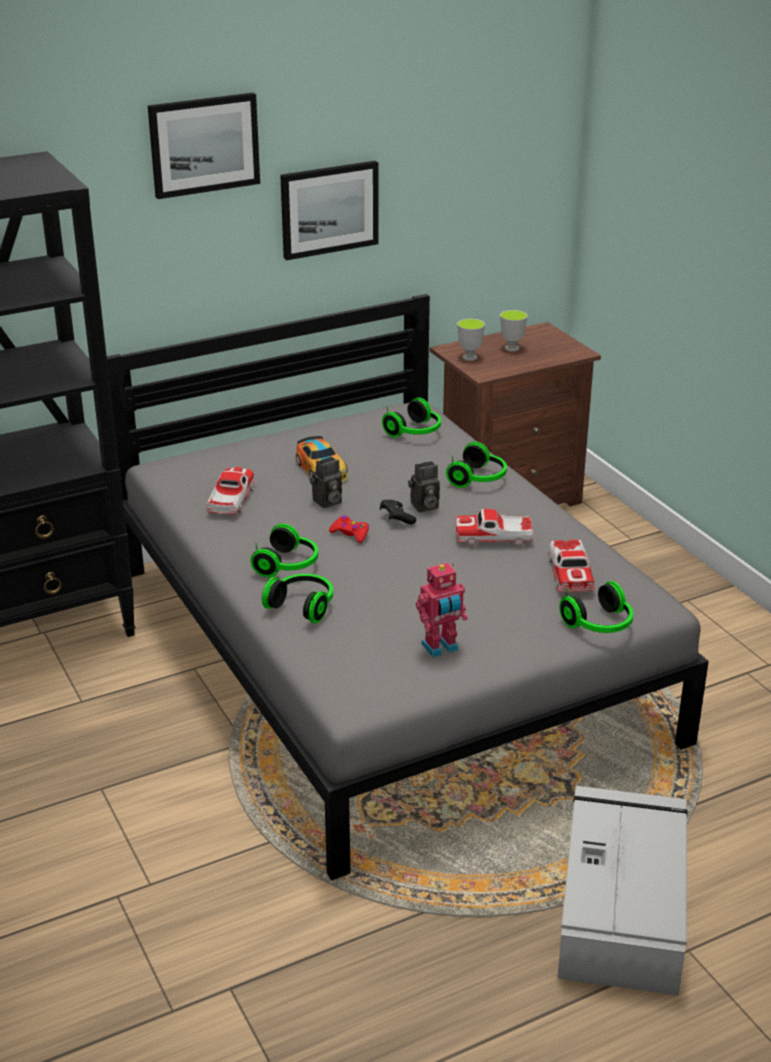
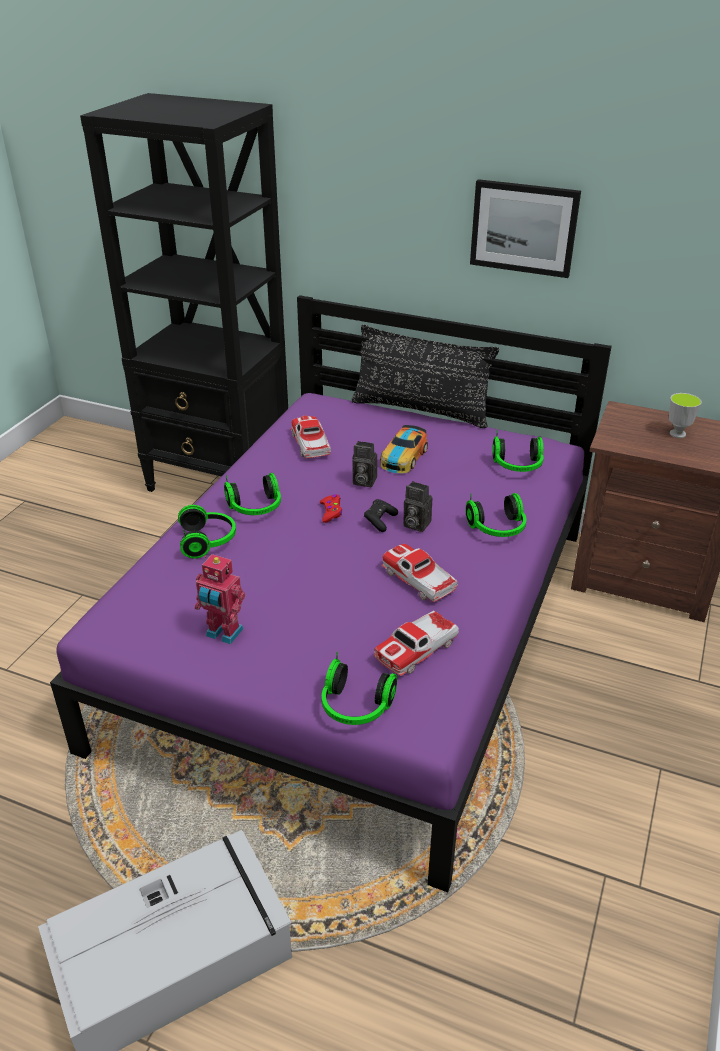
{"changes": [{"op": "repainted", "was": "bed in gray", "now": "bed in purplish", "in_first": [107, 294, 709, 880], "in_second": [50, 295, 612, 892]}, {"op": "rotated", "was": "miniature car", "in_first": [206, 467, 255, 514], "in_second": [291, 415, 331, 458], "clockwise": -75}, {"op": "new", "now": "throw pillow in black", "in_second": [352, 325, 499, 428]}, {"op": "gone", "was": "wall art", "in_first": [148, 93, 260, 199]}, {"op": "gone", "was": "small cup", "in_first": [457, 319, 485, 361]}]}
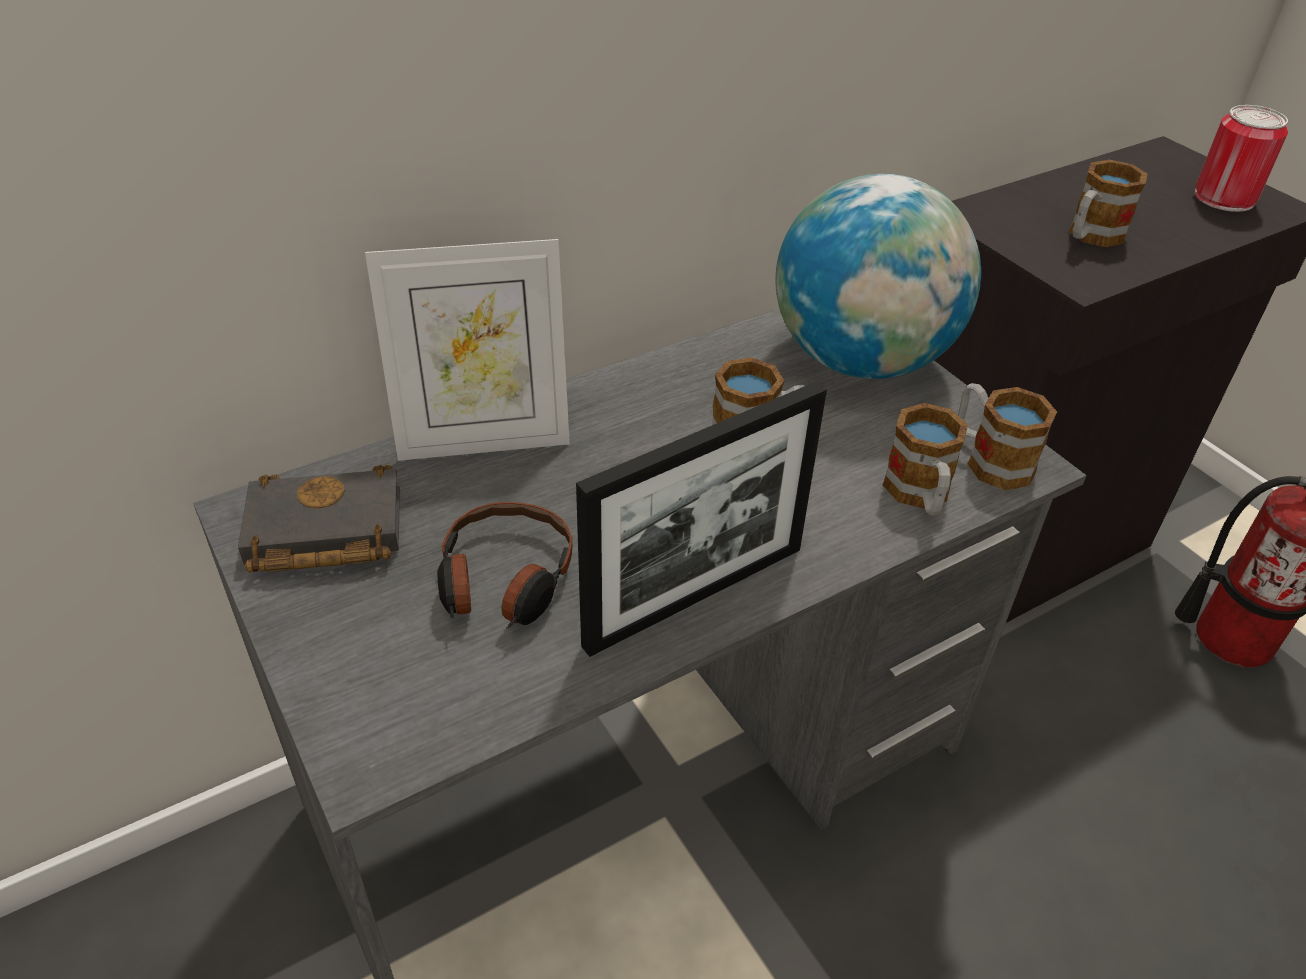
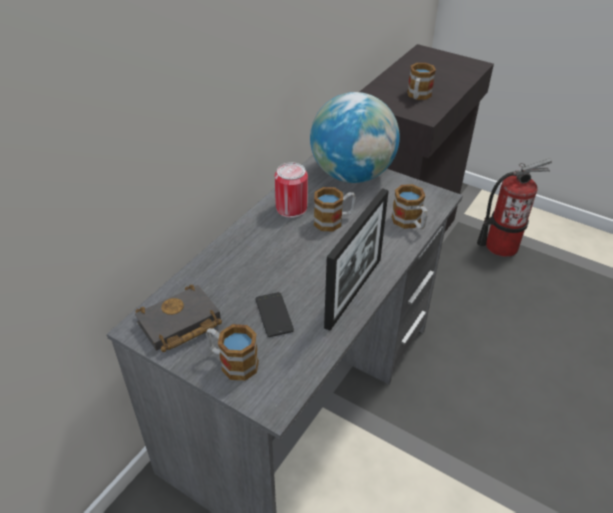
{"changes": [{"op": "shifted", "was": "coffee mug", "in_first": [958, 383, 1057, 490], "in_second": [206, 324, 259, 381]}, {"op": "swapped", "was": "headphones", "now": "phone", "in_first": [437, 502, 572, 629], "in_second": [255, 292, 294, 337]}, {"op": "shifted", "was": "can", "in_first": [1195, 105, 1288, 212], "in_second": [275, 162, 308, 218]}, {"op": "gone", "was": "picture frame", "in_first": [365, 239, 570, 461]}]}
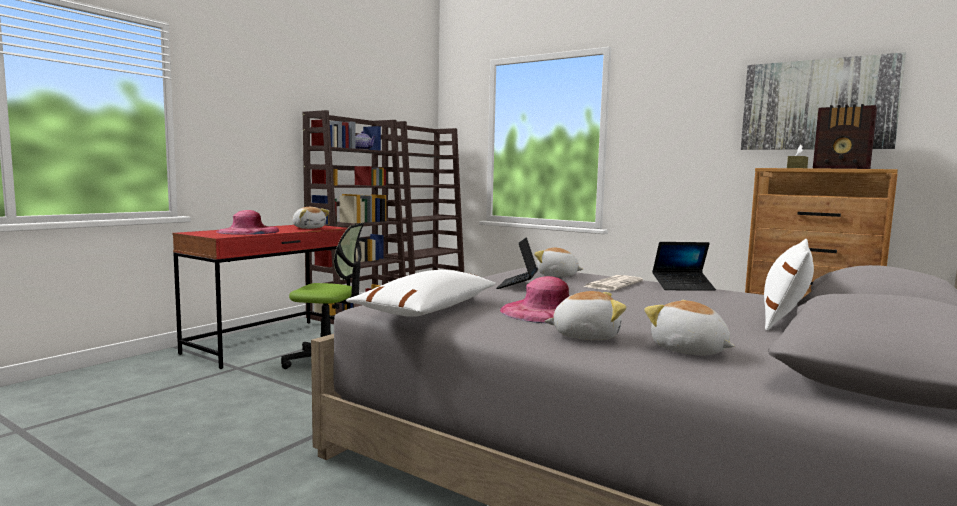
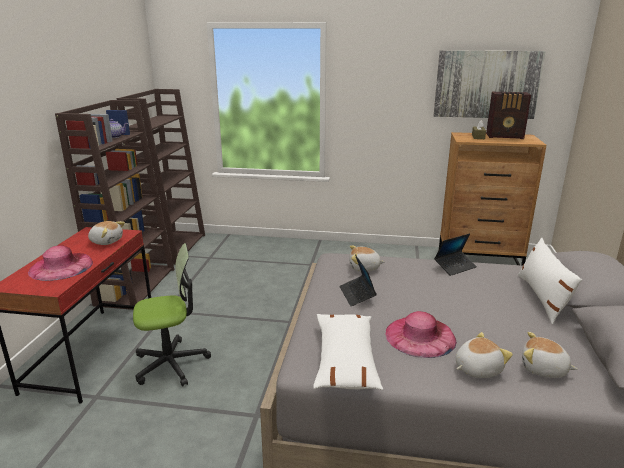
{"changes": [{"op": "gone", "was": "daily paper", "in_first": [583, 275, 643, 290]}]}
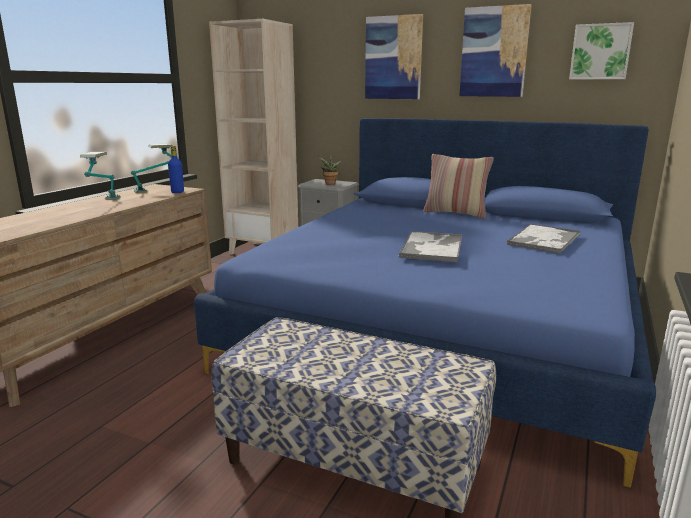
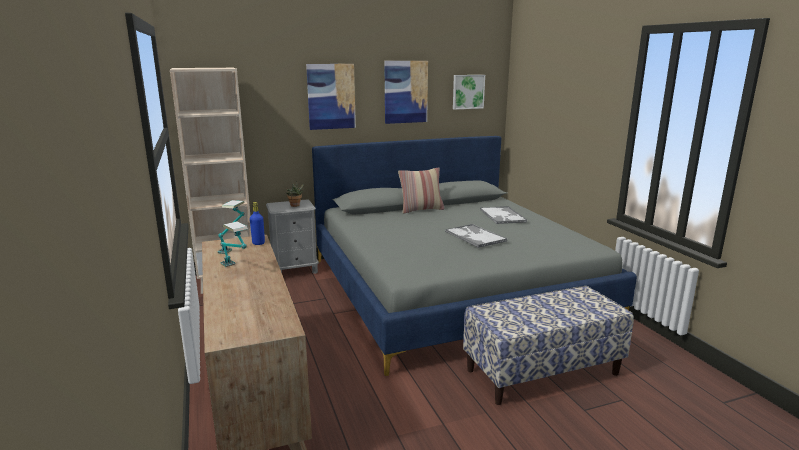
{"changes": [{"op": "repainted", "was": "bed in blue", "now": "bed in gray", "in_first": [194, 118, 656, 488], "in_second": [312, 136, 637, 376]}]}
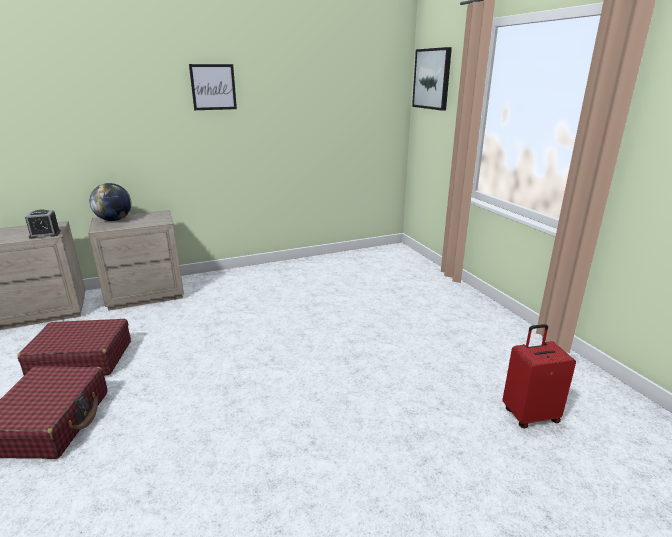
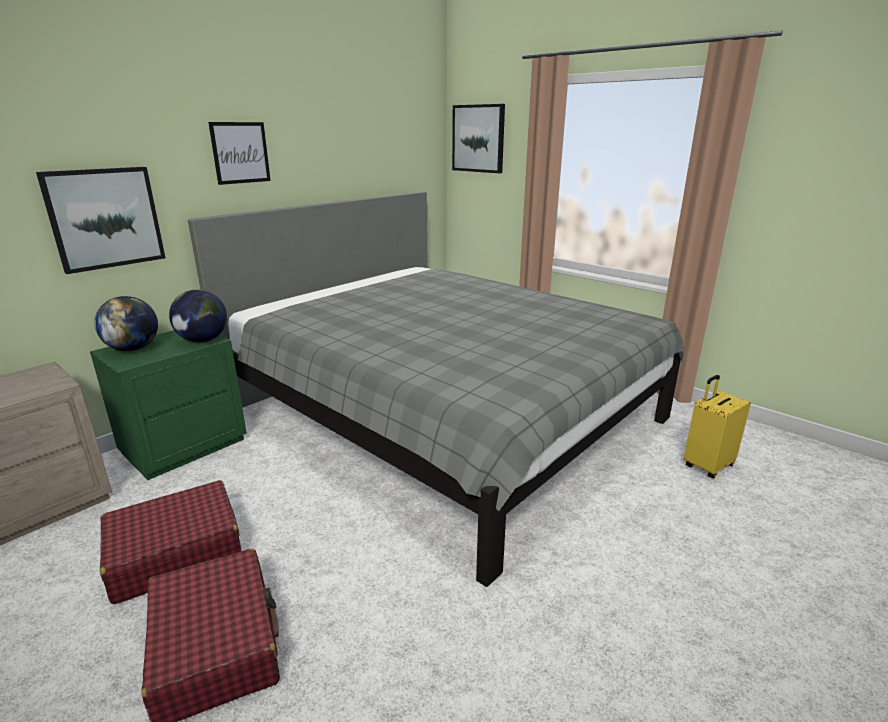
{"changes": [{"op": "new", "now": "wall art", "in_second": [36, 167, 165, 274]}, {"op": "repainted", "was": "nightstand in beige", "now": "nightstand in greenish", "in_first": [88, 210, 184, 311], "in_second": [90, 330, 247, 480]}, {"op": "new", "now": "globe", "in_second": [169, 289, 227, 342]}, {"op": "new", "now": "bed in gray", "in_second": [188, 191, 684, 587]}, {"op": "repainted", "was": "travel case in red", "now": "travel case in yellow-coloured", "in_first": [503, 324, 576, 429], "in_second": [683, 375, 751, 479]}, {"op": "gone", "was": "bedside clock", "in_first": [25, 210, 61, 239]}]}
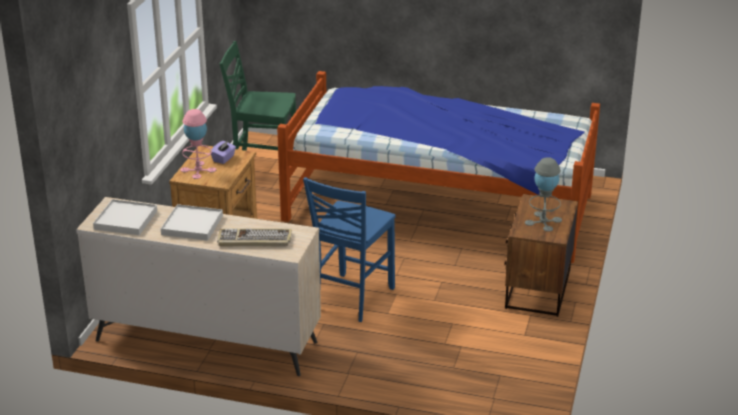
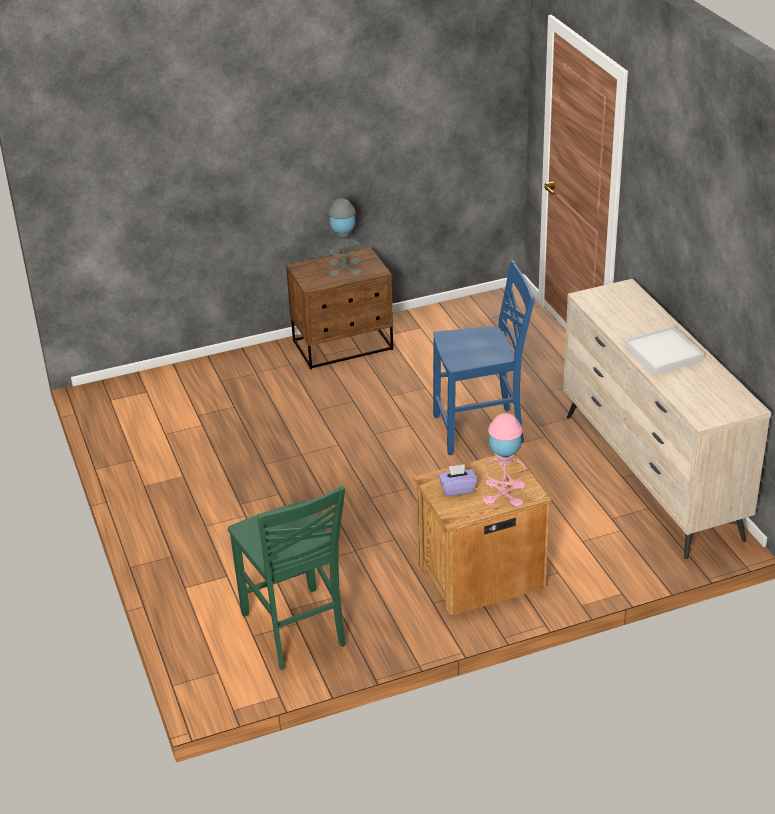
{"changes": [{"op": "gone", "was": "tray in white-coloured", "in_first": [93, 199, 157, 235]}, {"op": "gone", "was": "keyboard", "in_first": [217, 228, 292, 246]}, {"op": "gone", "was": "bed", "in_first": [277, 71, 600, 263]}]}
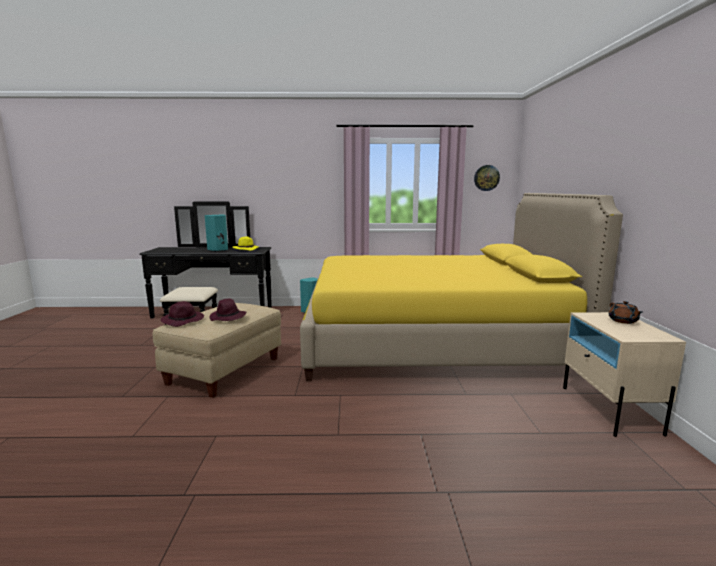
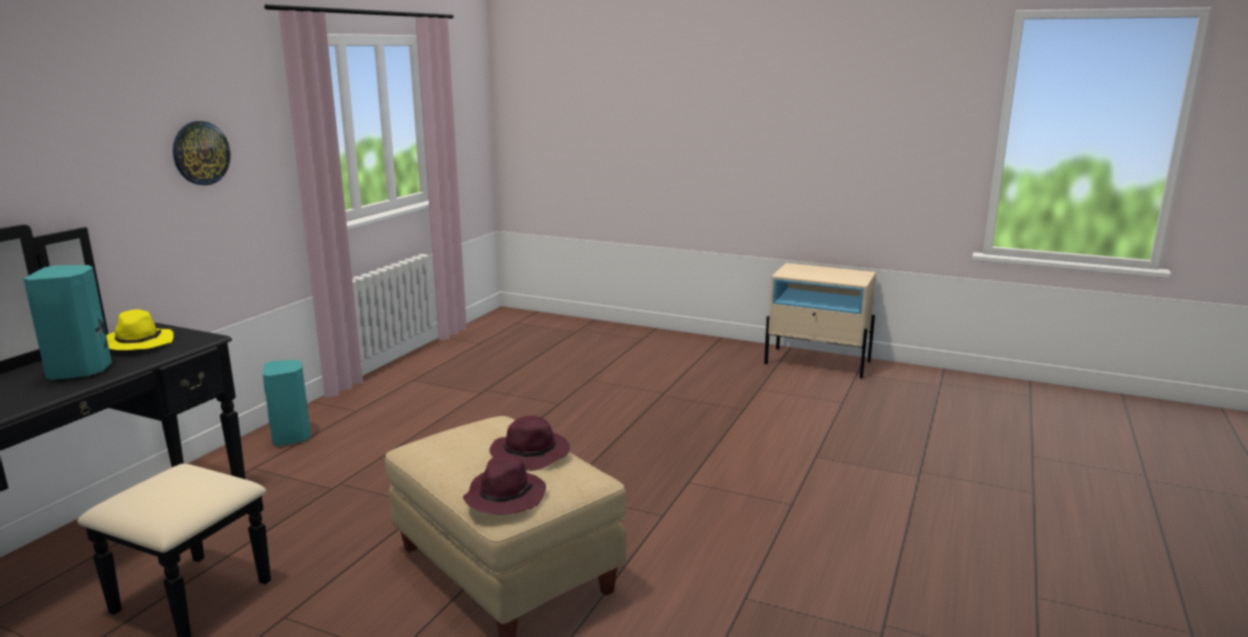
{"changes": [{"op": "shifted", "was": "wall clock", "in_first": [474, 165, 500, 191], "in_second": [173, 121, 231, 185]}, {"op": "gone", "was": "bed in yellow-coloured", "in_first": [300, 193, 623, 381]}, {"op": "gone", "was": "teapot in brown", "in_first": [609, 301, 642, 324]}]}
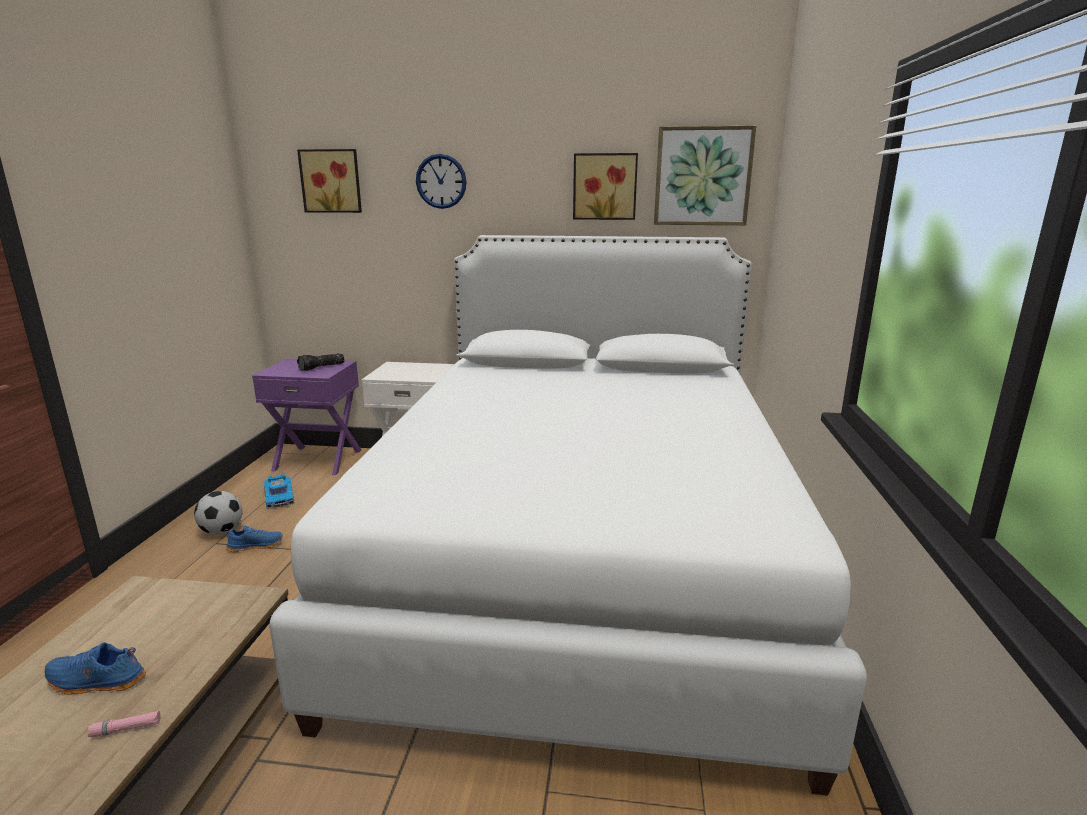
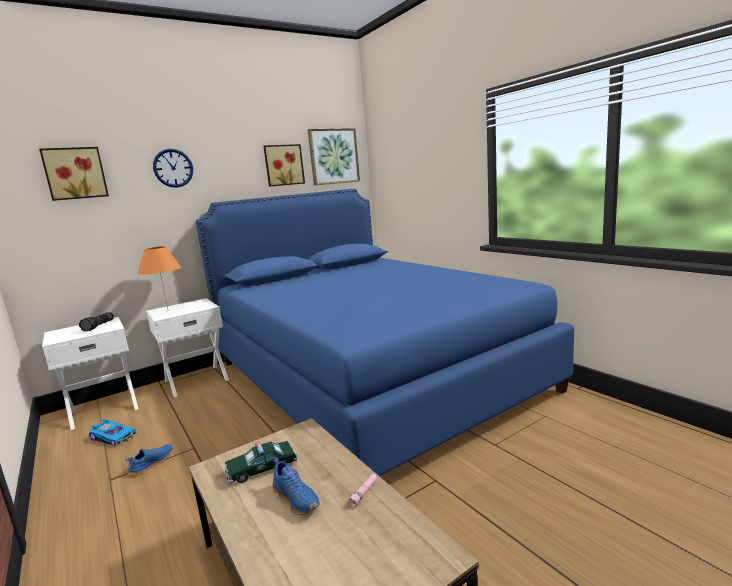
{"changes": [{"op": "repainted", "was": "nightstand in purplish", "now": "nightstand in white-coloured", "in_first": [252, 358, 361, 475], "in_second": [42, 317, 138, 430]}, {"op": "new", "now": "table lamp in orange-coloured", "in_second": [137, 246, 181, 309]}, {"op": "repainted", "was": "bed in white-coloured", "now": "bed in blue", "in_first": [269, 235, 867, 796], "in_second": [196, 189, 574, 476]}, {"op": "new", "now": "miniature car", "in_second": [225, 441, 297, 484]}, {"op": "rotated", "was": "shoe in blue", "in_first": [45, 642, 146, 695], "in_second": [272, 457, 320, 515], "clockwise": -90}, {"op": "gone", "was": "football ball", "in_first": [194, 491, 243, 535]}]}
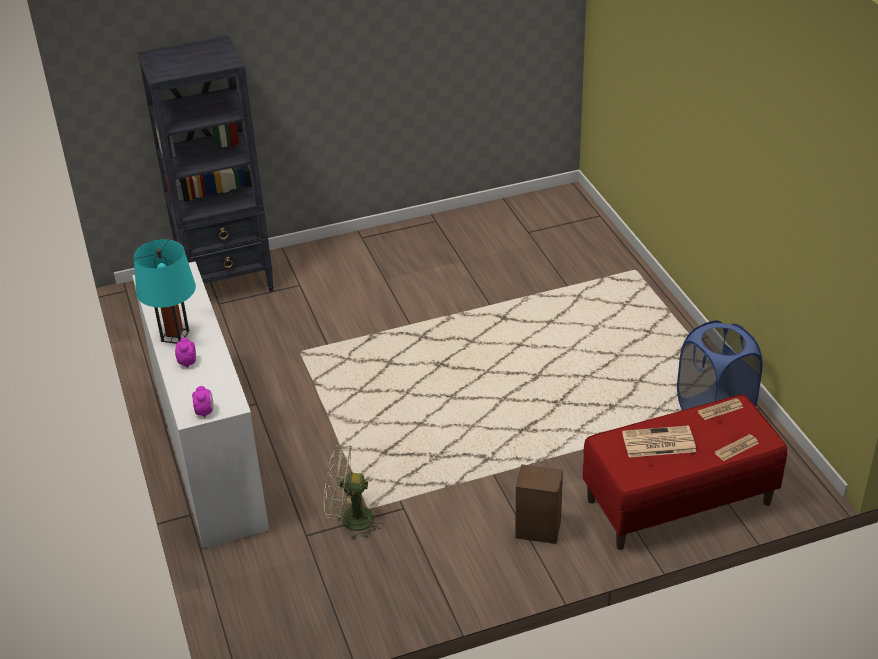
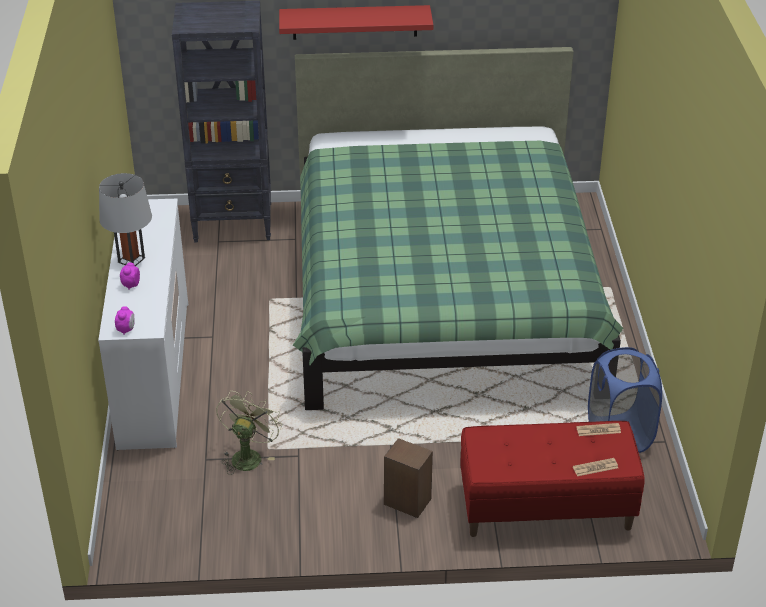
{"changes": [{"op": "repainted", "was": "table lamp in blue-green", "now": "table lamp in gray", "in_first": [134, 239, 196, 344], "in_second": [99, 173, 152, 266]}, {"op": "rotated", "was": "fan in greenish", "in_first": [324, 445, 383, 541], "in_second": [216, 391, 282, 475], "clockwise": 90}, {"op": "new", "now": "bracket shelf in red", "in_second": [279, 5, 433, 40]}, {"op": "new", "now": "bed in greenish", "in_second": [293, 47, 623, 410]}, {"op": "gone", "was": "daily paper", "in_first": [622, 425, 696, 457]}]}
